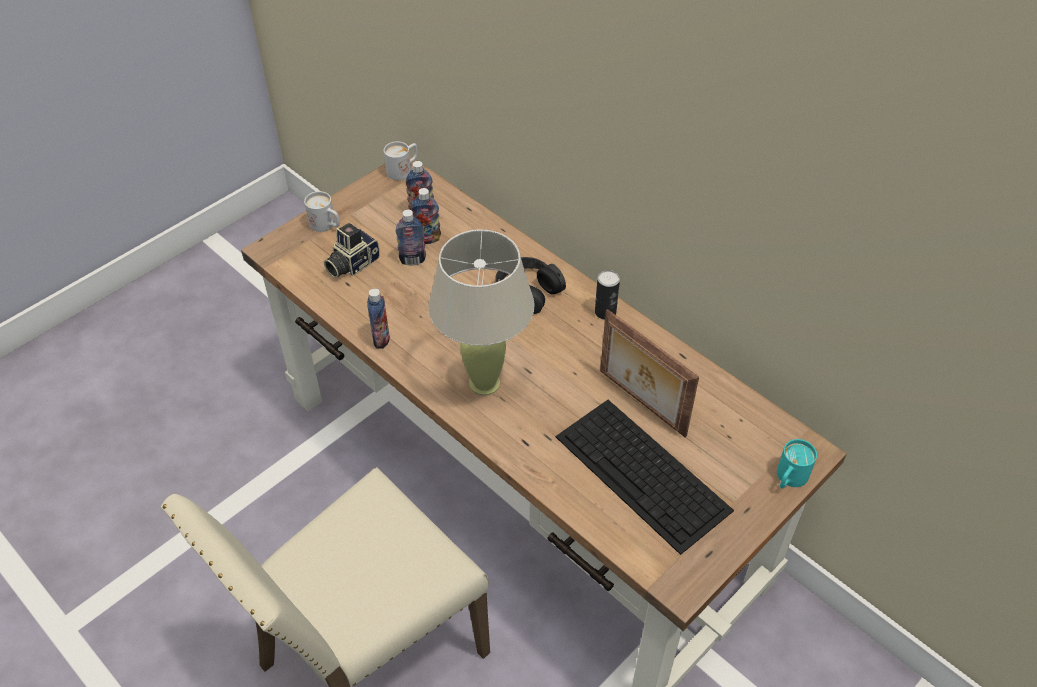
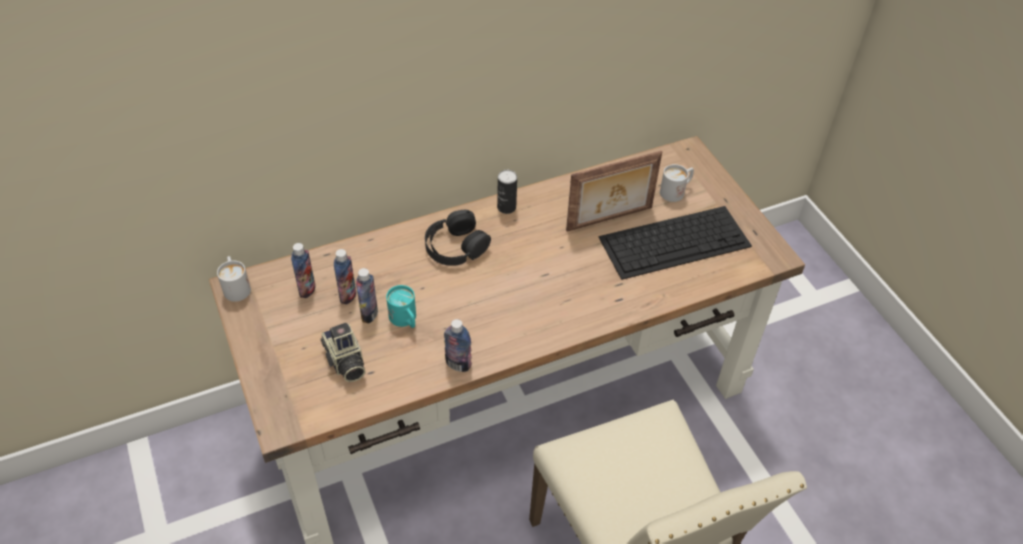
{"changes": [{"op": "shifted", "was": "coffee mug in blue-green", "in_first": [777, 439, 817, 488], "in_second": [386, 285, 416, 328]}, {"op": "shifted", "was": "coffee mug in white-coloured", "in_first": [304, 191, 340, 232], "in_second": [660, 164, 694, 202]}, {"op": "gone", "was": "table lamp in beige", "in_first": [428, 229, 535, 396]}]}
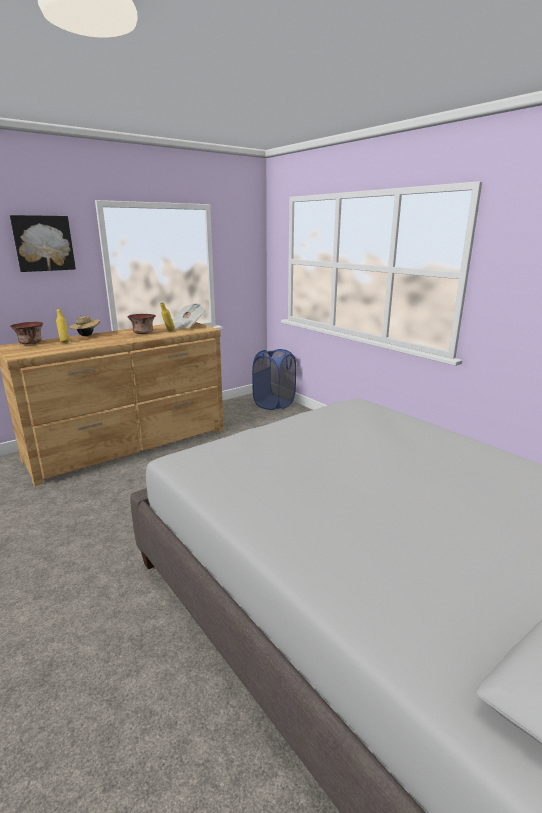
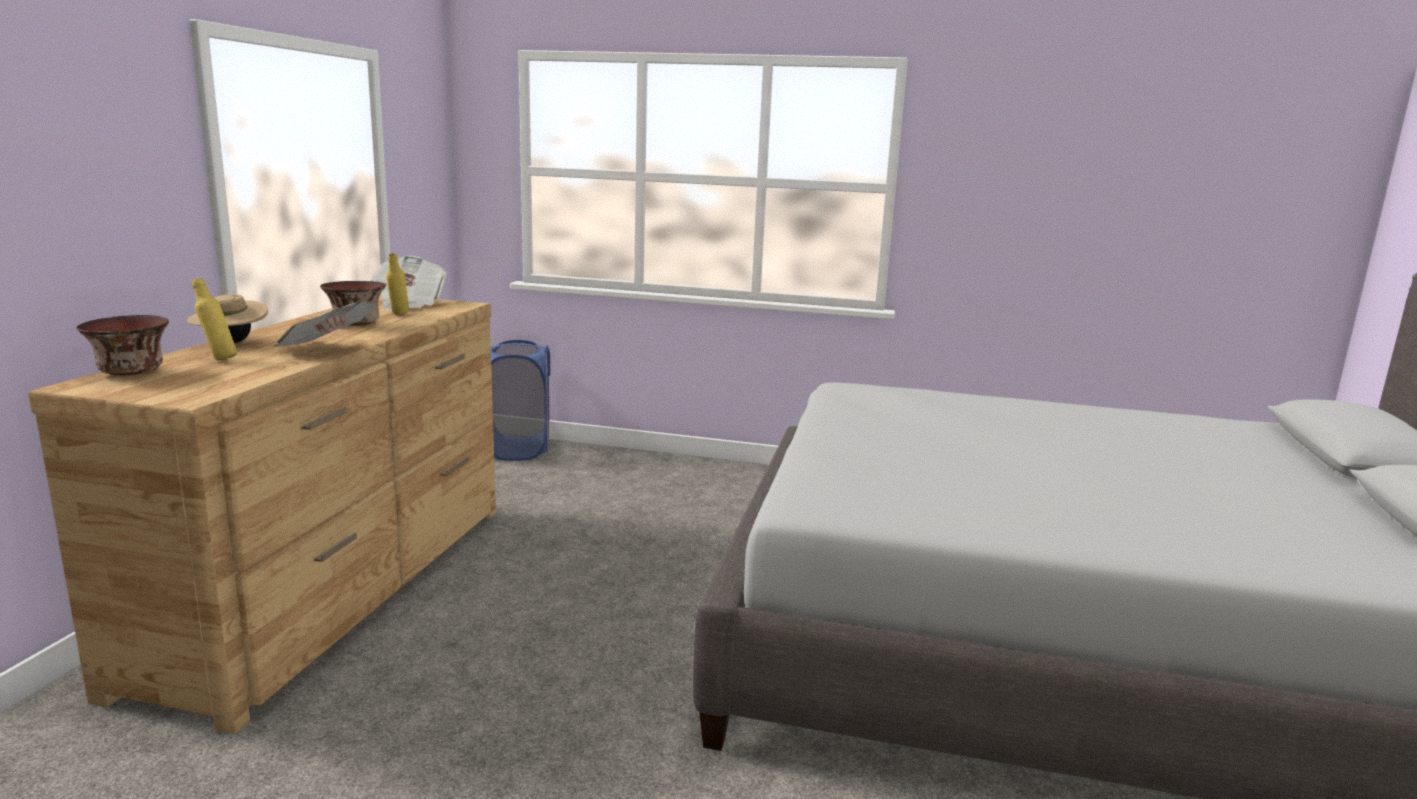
{"changes": [{"op": "new", "now": "daily paper", "in_second": [273, 301, 376, 347]}, {"op": "gone", "was": "wall art", "in_first": [10, 215, 76, 272]}]}
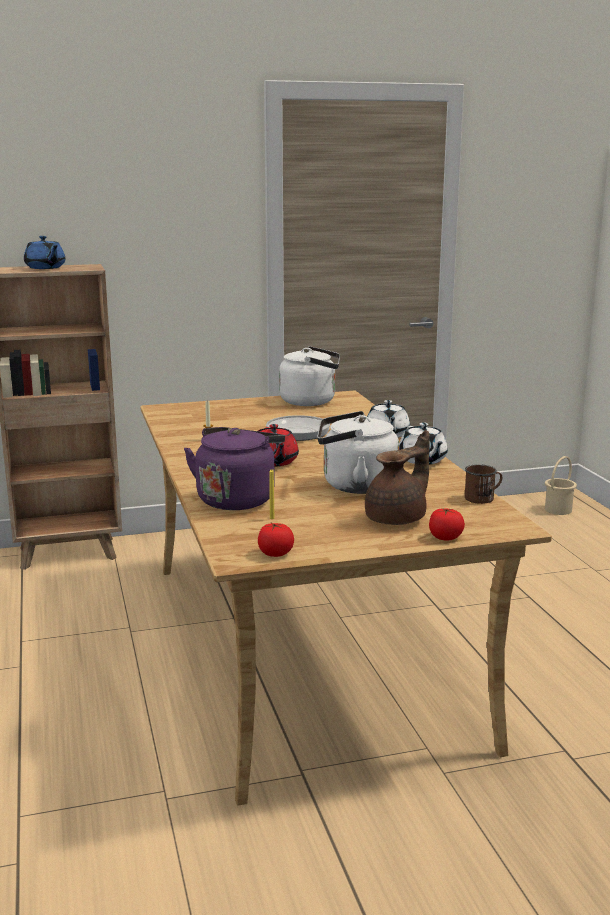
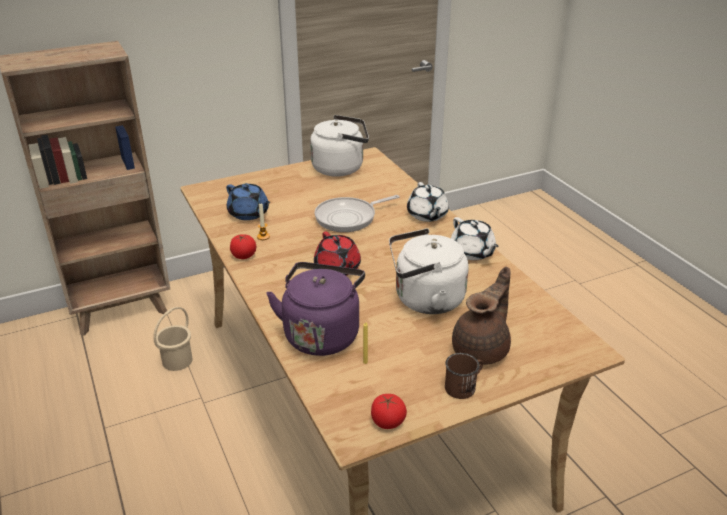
{"changes": [{"op": "shifted", "was": "bucket in beige", "in_first": [545, 456, 577, 515], "in_second": [153, 307, 193, 371]}, {"op": "shifted", "was": "teapot in blue", "in_first": [24, 236, 65, 269], "in_second": [226, 183, 270, 220]}, {"op": "shifted", "was": "fresh tomato", "in_first": [429, 508, 465, 540], "in_second": [230, 234, 256, 259]}, {"op": "shifted", "was": "coffee mug in brown", "in_first": [465, 464, 503, 504], "in_second": [445, 353, 483, 399]}]}
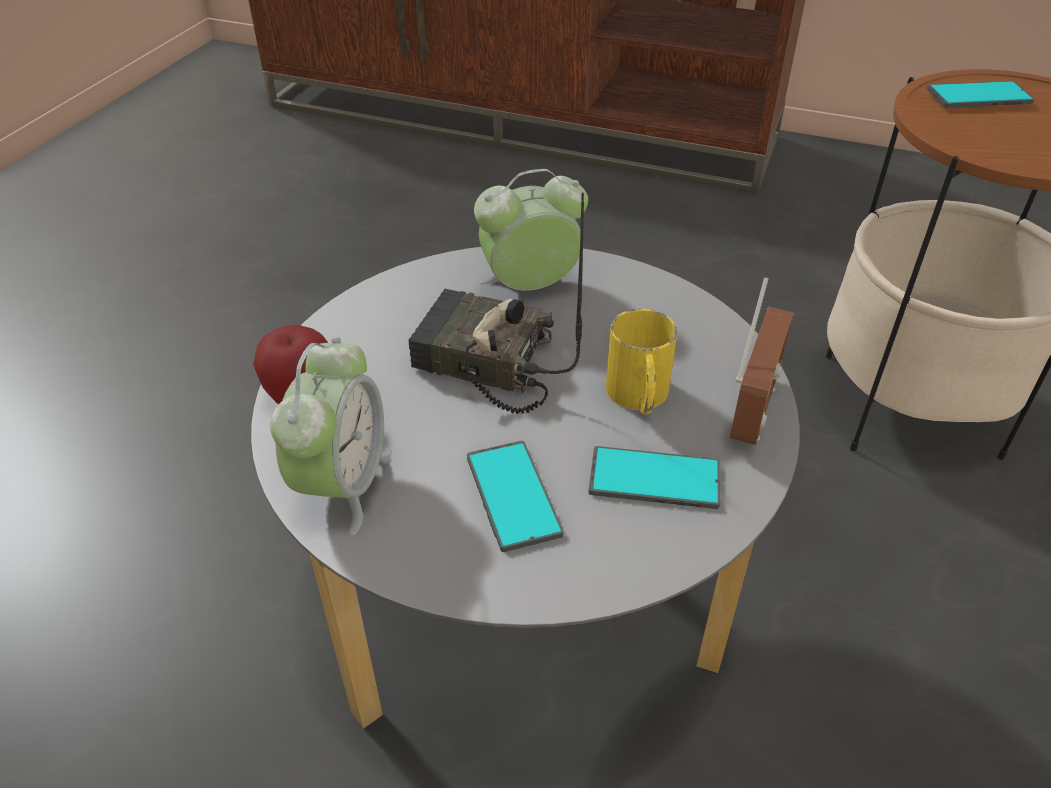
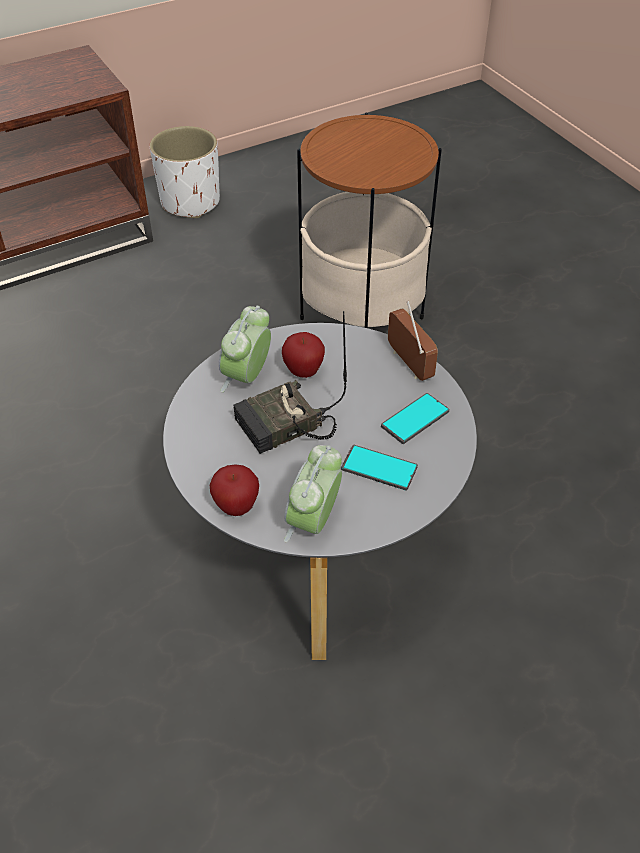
{"changes": [{"op": "new", "now": "planter in white-coloured", "in_second": [150, 126, 220, 218]}, {"op": "new", "now": "whole apple", "in_second": [282, 332, 325, 378]}, {"op": "rotated", "was": "bedside clock", "in_first": [270, 337, 392, 535], "in_second": [284, 445, 342, 542], "clockwise": -120}, {"op": "gone", "was": "coffee mug in yellow-coloured", "in_first": [606, 309, 677, 415]}, {"op": "gone", "was": "phone", "in_first": [927, 81, 1034, 108]}]}
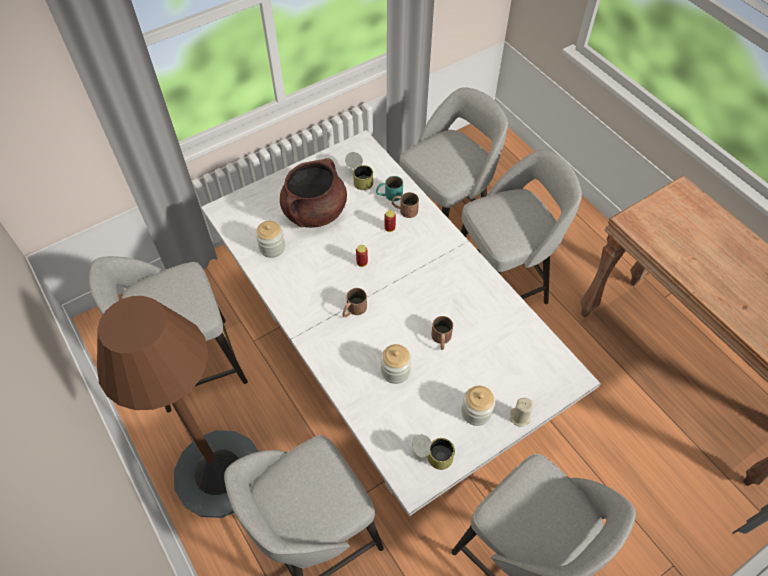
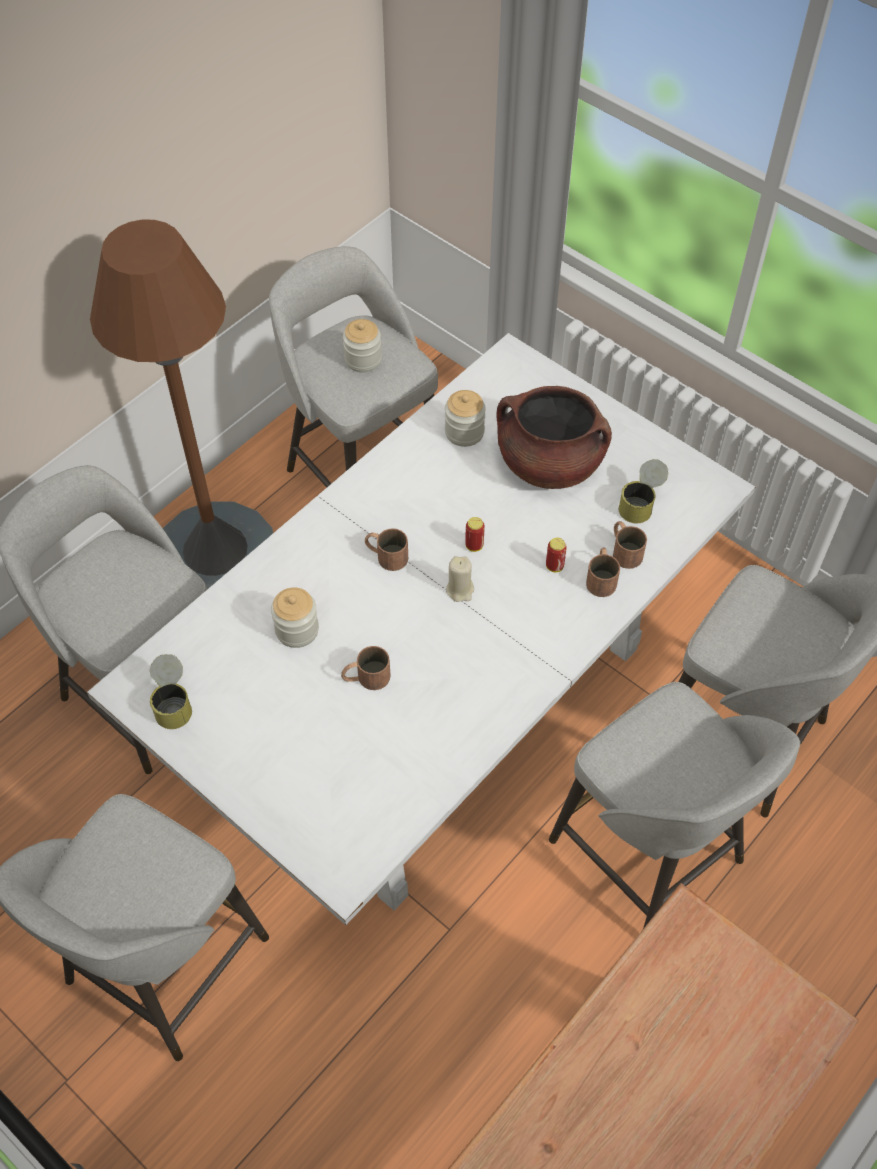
{"changes": [{"op": "shifted", "was": "preserve jar", "in_first": [461, 386, 495, 426], "in_second": [343, 319, 382, 373]}, {"op": "shifted", "was": "wax light in beige", "in_first": [510, 398, 533, 427], "in_second": [446, 556, 474, 602]}, {"op": "repainted", "was": "coffee mug in blue-green", "now": "coffee mug in brown", "in_first": [376, 176, 403, 201], "in_second": [613, 521, 647, 569]}]}
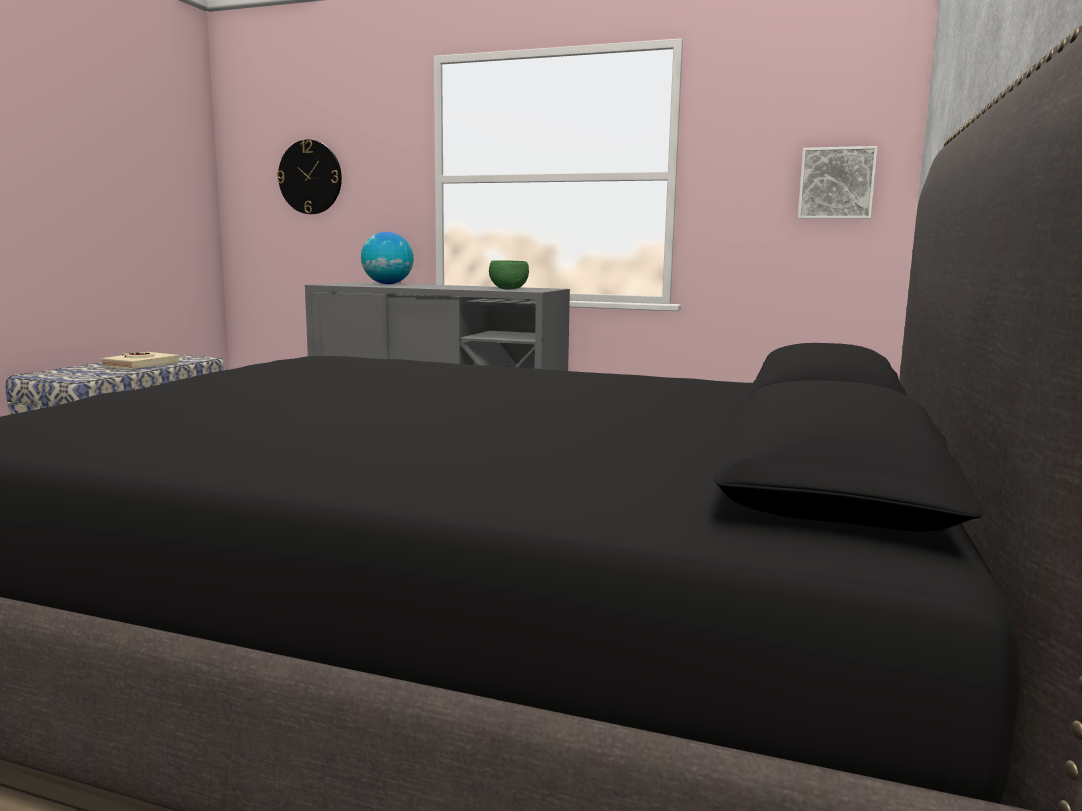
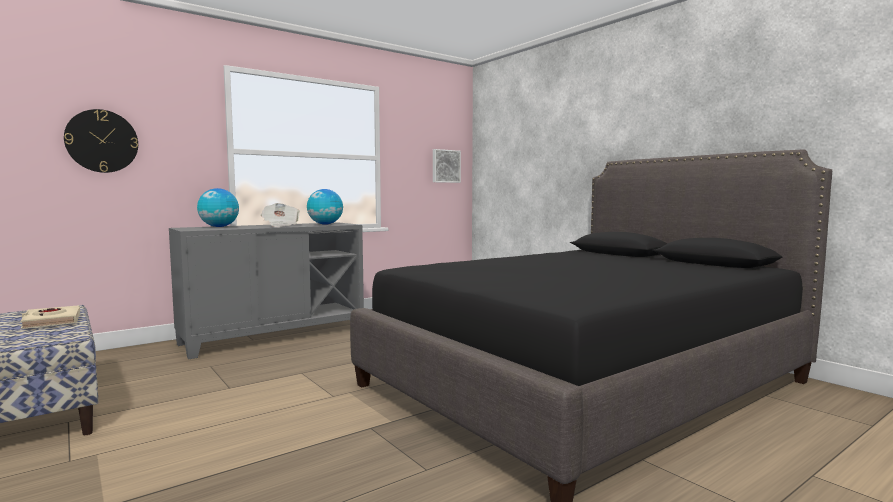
{"changes": [{"op": "new", "now": "daily paper", "in_second": [261, 203, 300, 227]}, {"op": "swapped", "was": "serving bowl in greenish", "now": "globe", "in_first": [489, 260, 529, 290], "in_second": [307, 189, 343, 225]}]}
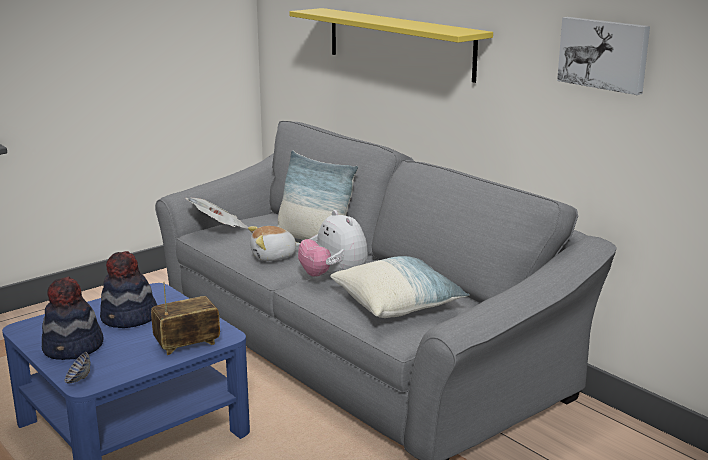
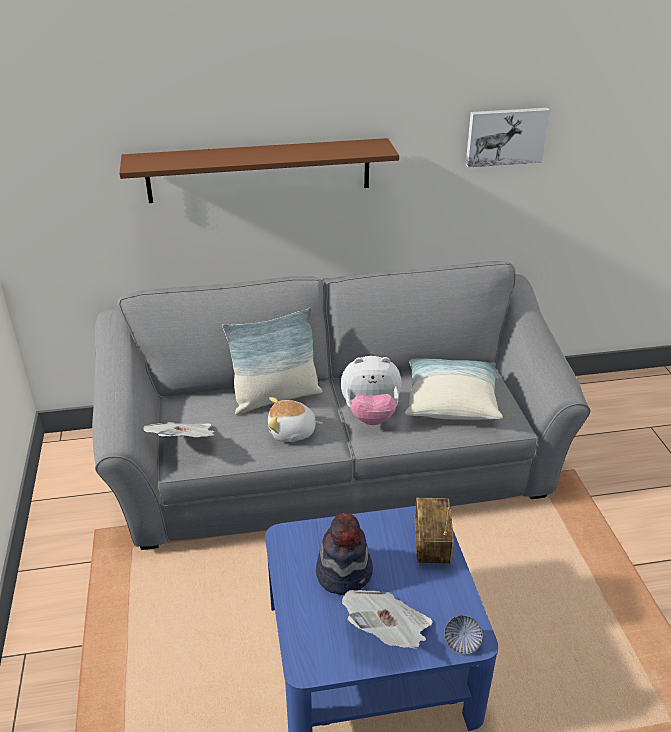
{"changes": [{"op": "repainted", "was": "bracket shelf in yellow-coloured", "now": "bracket shelf in brown", "in_first": [289, 8, 493, 83], "in_second": [119, 138, 399, 203]}, {"op": "rotated", "was": "soft toy", "in_first": [248, 226, 300, 261], "in_second": [268, 397, 322, 442], "clockwise": 75}, {"op": "swapped", "was": "clothing hat", "now": "daily paper", "in_first": [42, 276, 103, 360], "in_second": [342, 590, 433, 649]}]}
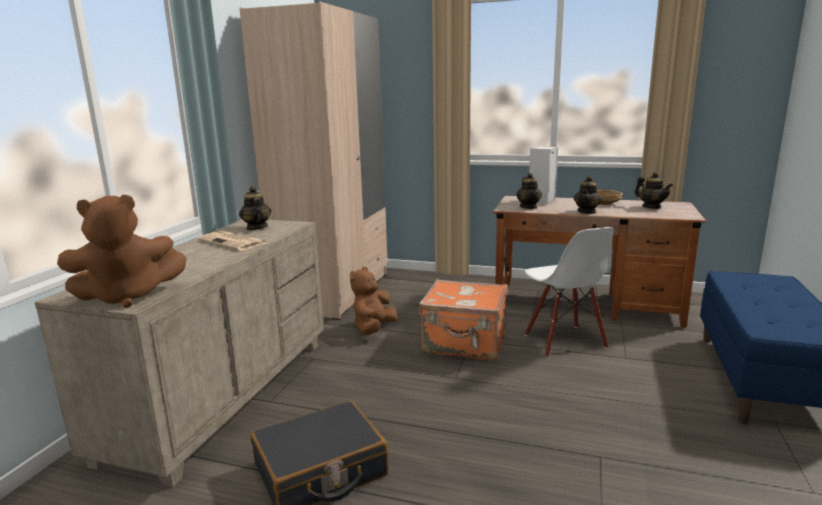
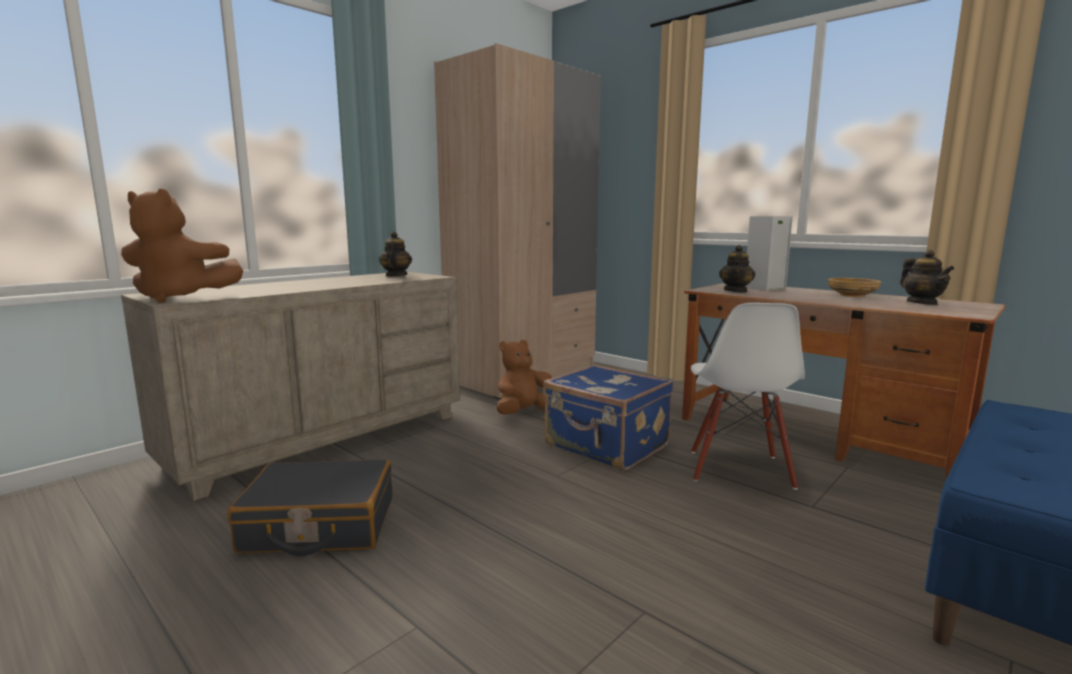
{"changes": [{"op": "repainted", "was": "travel case in orange-coloured", "now": "travel case in blue", "in_first": [419, 279, 508, 361], "in_second": [543, 364, 674, 470]}, {"op": "gone", "was": "daily paper", "in_first": [198, 231, 267, 251]}, {"op": "gone", "was": "teapot", "in_first": [574, 176, 602, 214]}]}
